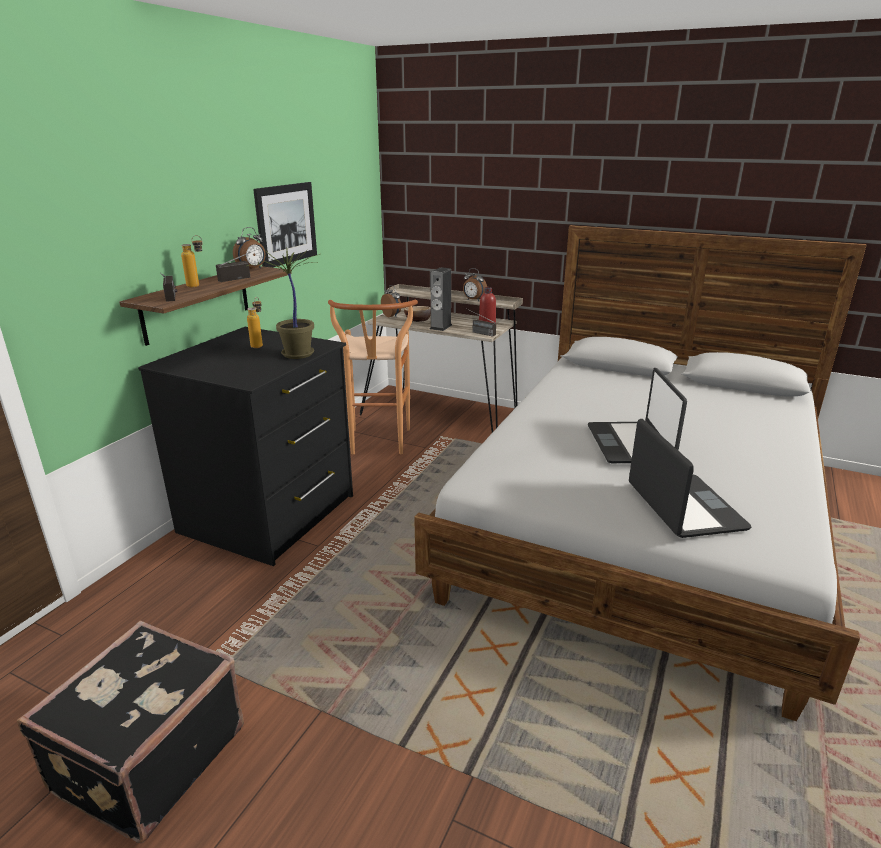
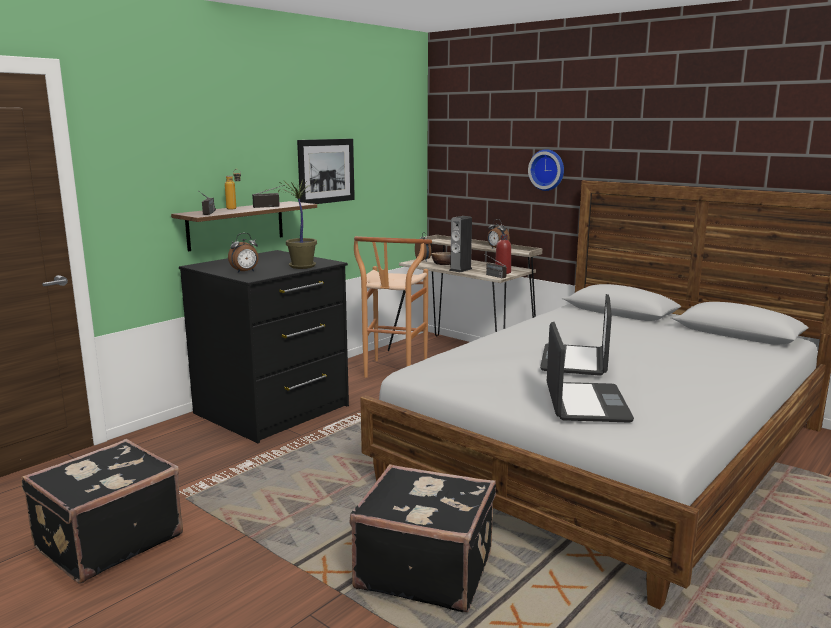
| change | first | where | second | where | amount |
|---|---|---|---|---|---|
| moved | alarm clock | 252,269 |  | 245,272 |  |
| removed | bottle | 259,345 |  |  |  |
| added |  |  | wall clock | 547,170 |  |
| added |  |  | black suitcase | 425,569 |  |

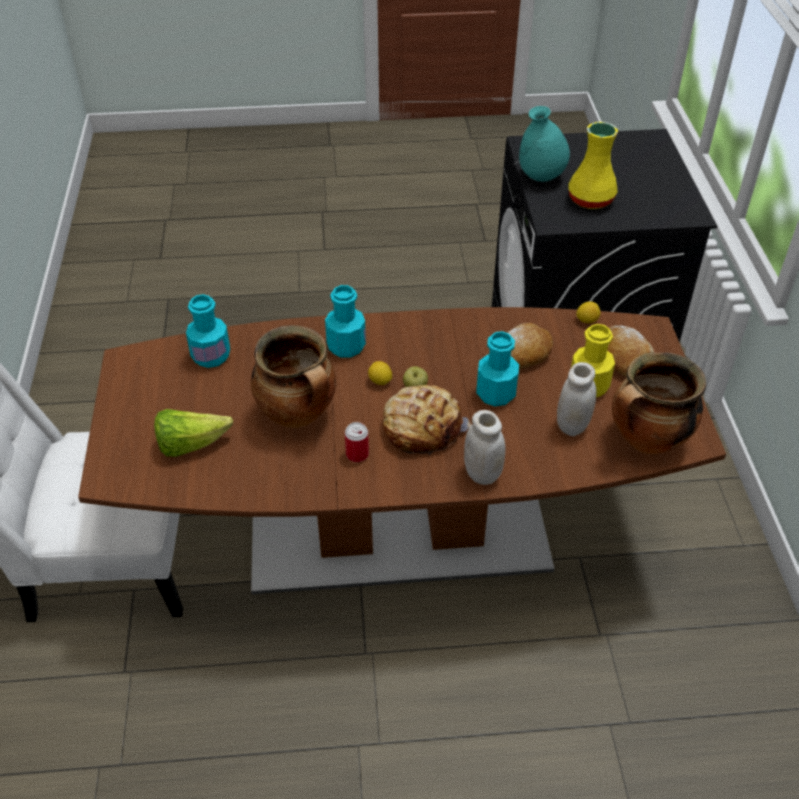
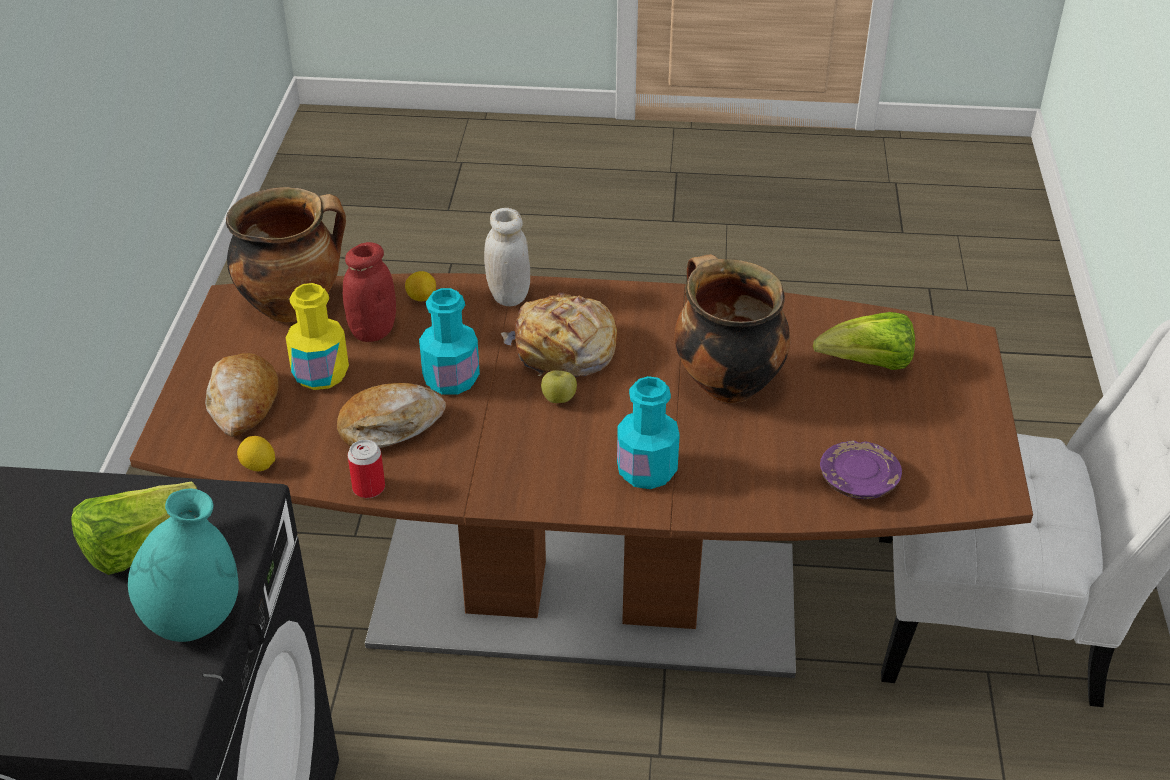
| change | first | where | second | where | amount |
|---|---|---|---|---|---|
| replaced | yellow vase | 591,199 | lettuce | 136,548 |  |
| replaced | turquoise bottle | 211,356 | purple plate | 858,481 |  |
| moved | lemon | 380,381 |  | 421,298 |  |
| recoloured | white jar | 572,426 | red jar | 373,331 |  |
| moved | can | 357,454 |  | 369,488 |  |

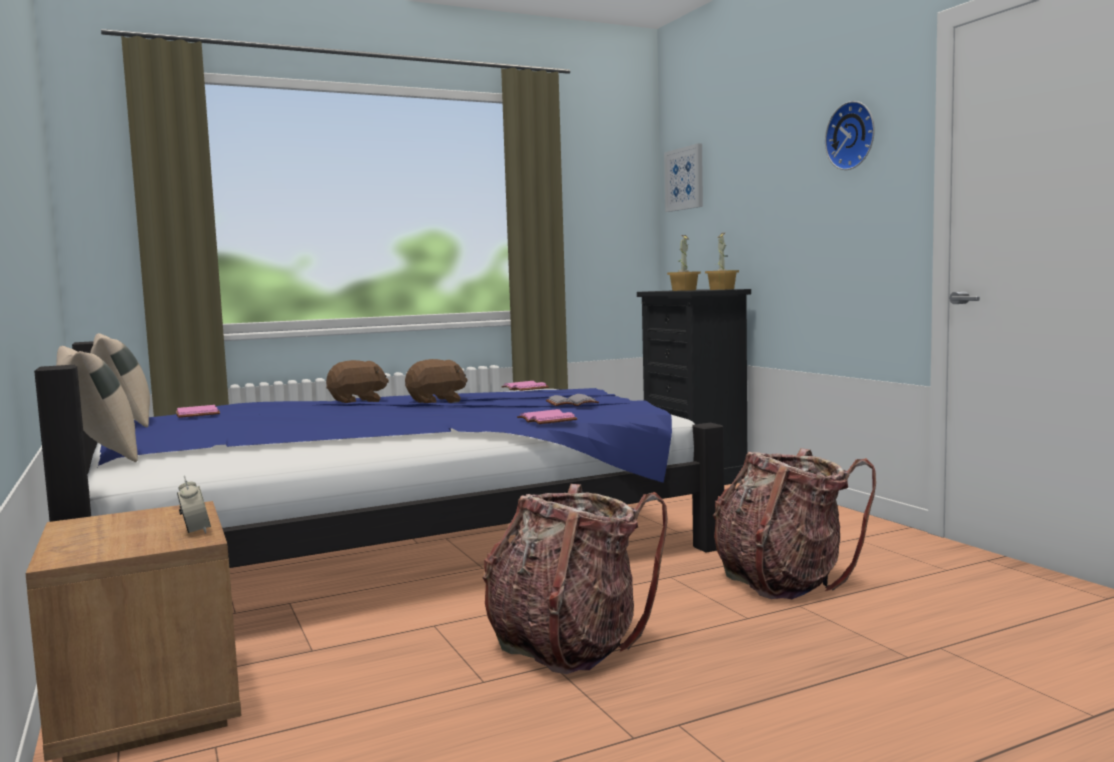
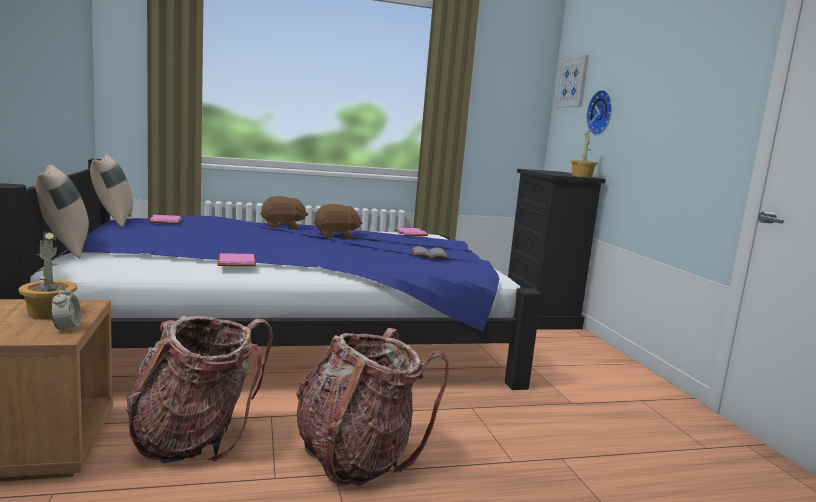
| change | first | where | second | where | amount |
|---|---|---|---|---|---|
| moved | wall clock | 853,136 |  | 602,113 |  |
| moved | potted plant | 683,290 |  | 49,313 |  |
| moved | pink book | 545,420 |  | 235,262 |  |
| moved | backpack | 783,581 |  | 196,439 |  |

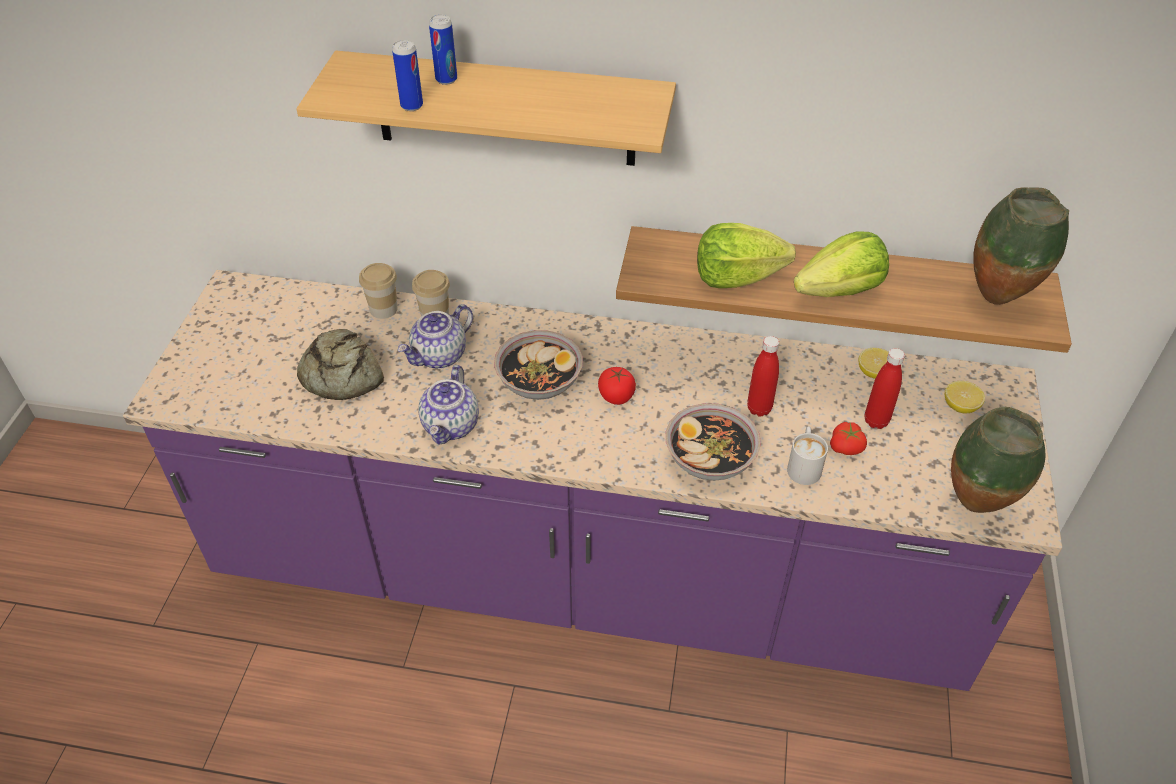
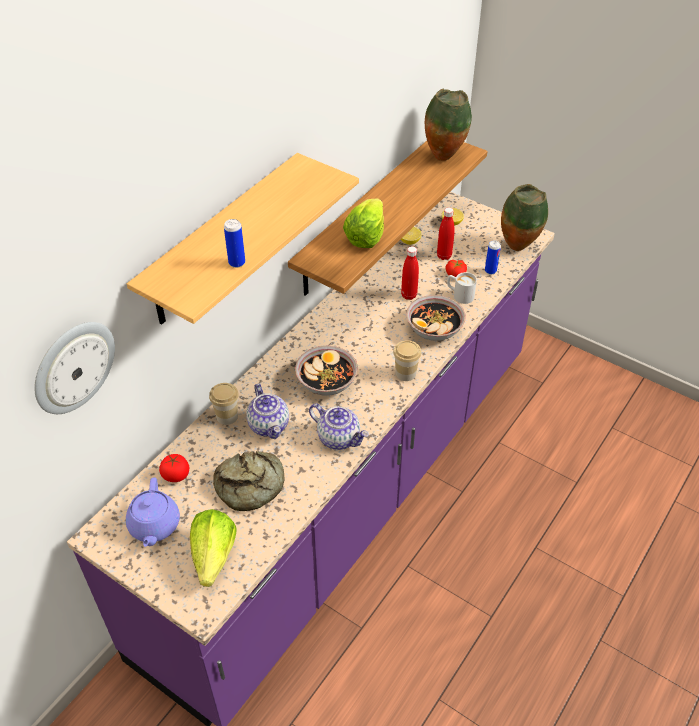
| change | first | where | second | where | amount |
|---|---|---|---|---|---|
| moved | can | 446,79 |  | 490,271 |  |
| moved | lettuce | 840,291 |  | 214,556 |  |
| moved | cup | 383,309 |  | 405,373 |  |
| moved | tomato | 616,396 |  | 176,475 |  |
| added |  |  | wall clock | 73,366 |  |
| added |  |  | purple teapot | 154,526 |  |

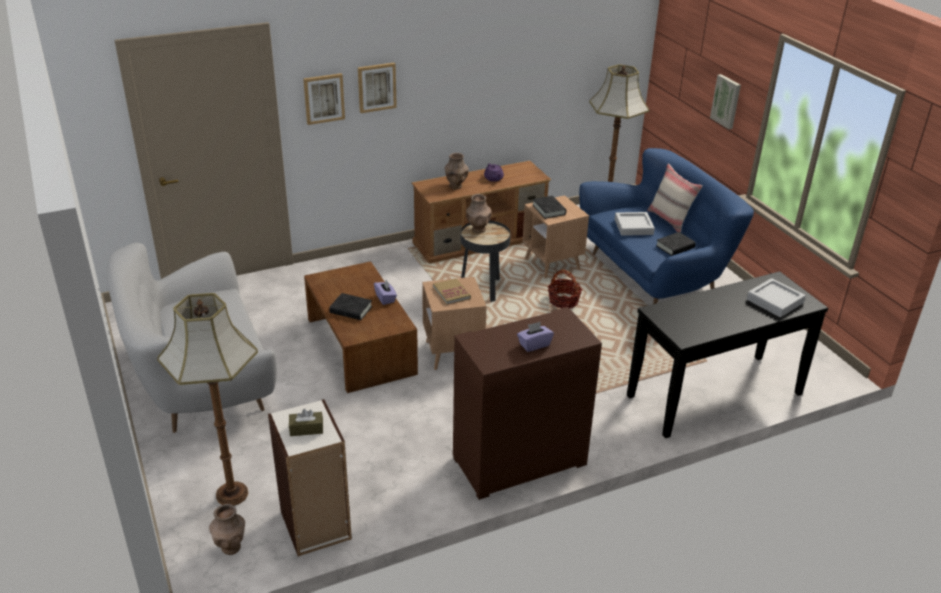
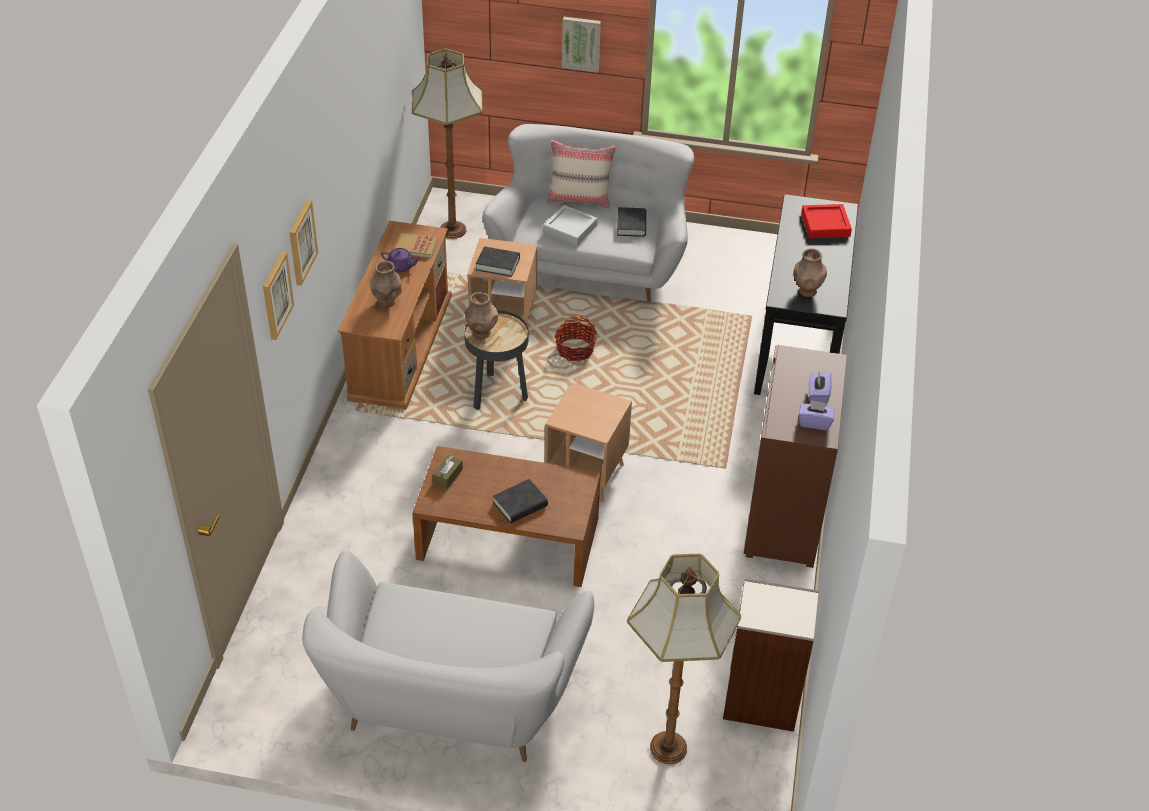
| change | first | where | second | where | amount |
|---|---|---|---|---|---|
| recoloured | blue sofa | 655,273 | white sofa | 591,263 |  |
| moved | book | 451,293 |  | 416,247 |  |
| recoloured | grey tray | 775,301 | red tray | 825,225 |  |
| moved | purple tissue box | 385,298 |  | 814,423 |  |
| moved | brown tissue box | 306,429 |  | 447,476 |  |
| moved | brown vase | 231,547 |  | 807,291 |  |

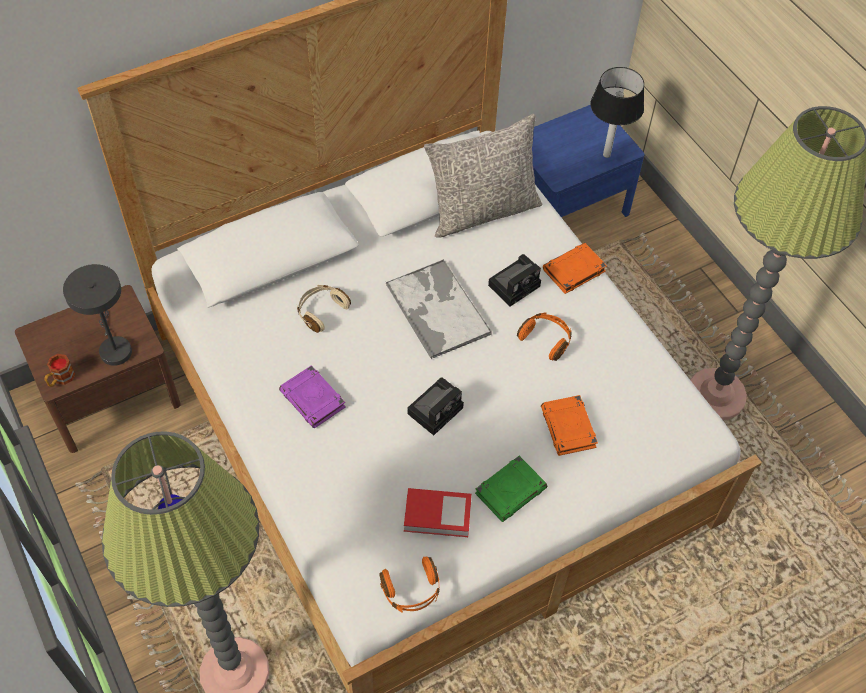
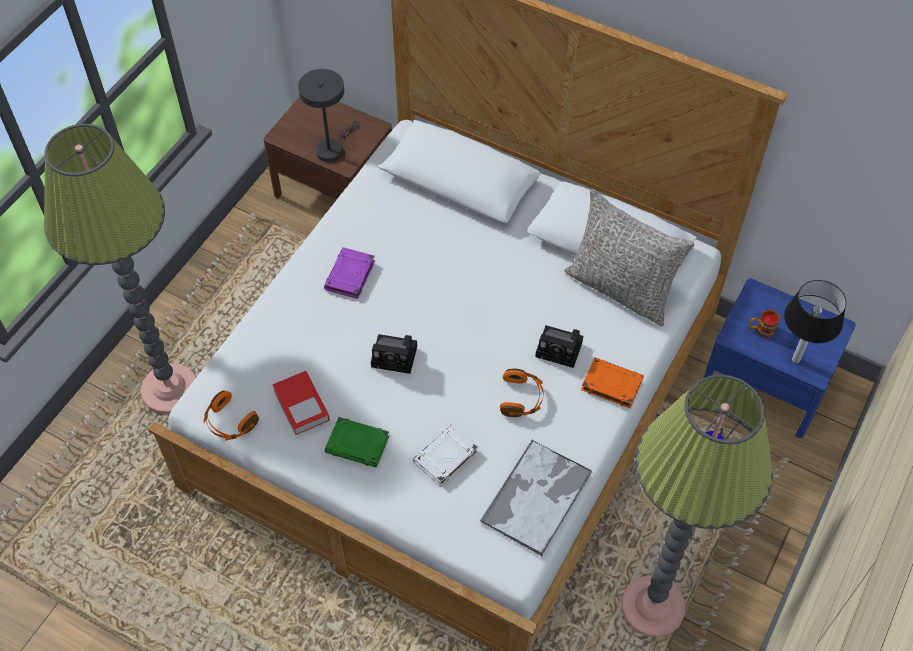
| change | first | where | second | where | amount |
|---|---|---|---|---|---|
| moved | tray | 437,308 |  | 537,496 |  |
| removed | beige headphones | 321,311 |  |  |  |
| moved | mug | 60,379 |  | 761,329 |  |
| recoloured | orange book | 568,428 | white book | 445,457 |  |

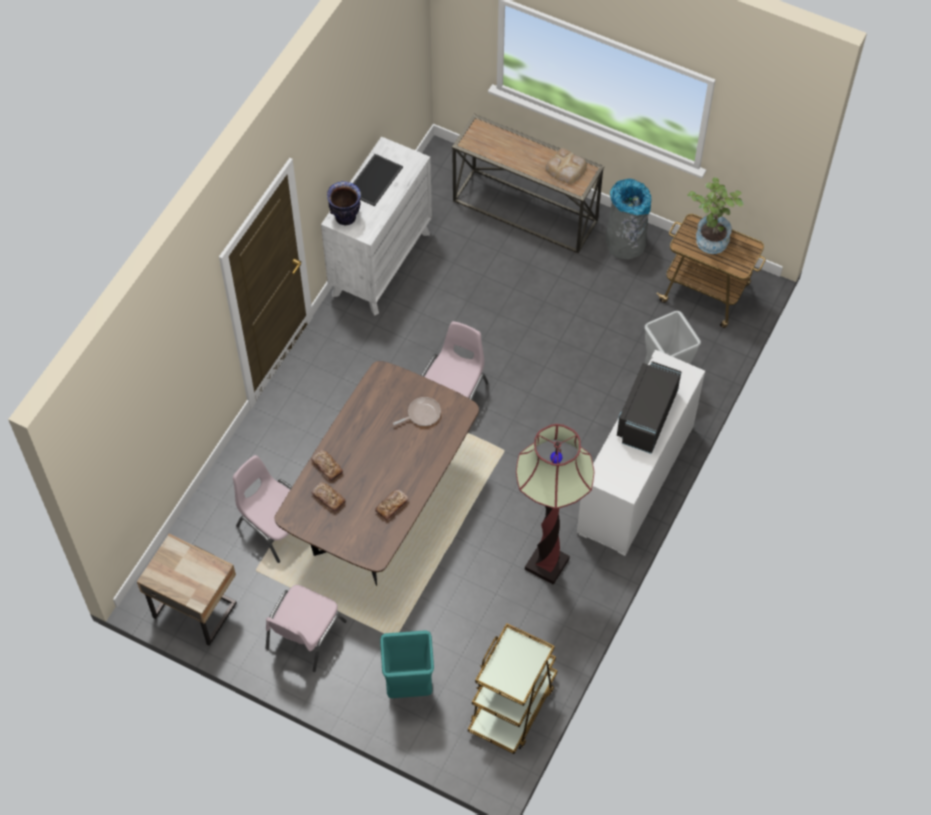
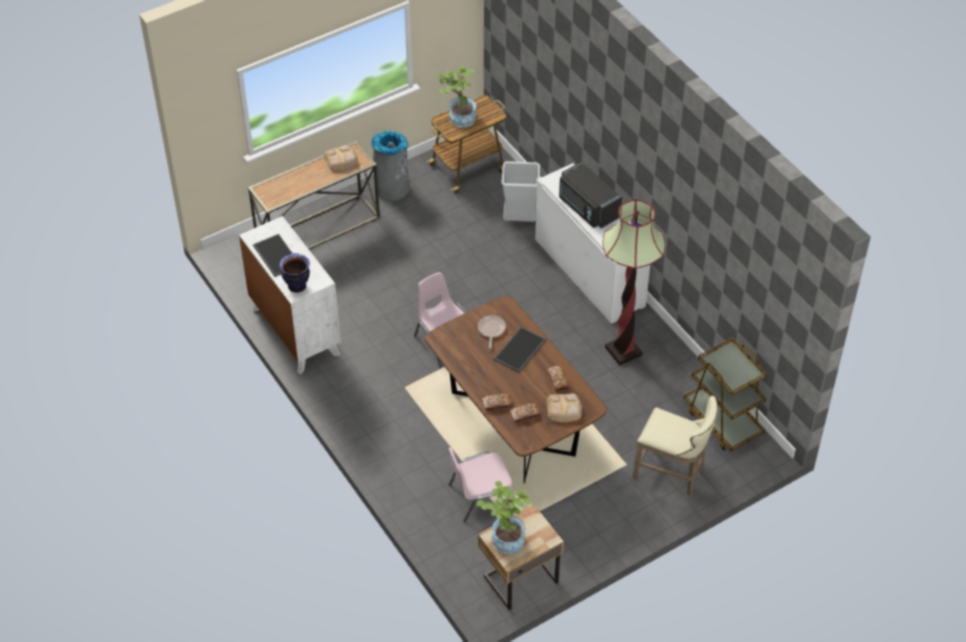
| change | first | where | second | where | amount |
|---|---|---|---|---|---|
| removed | pink chair | 304,635 |  |  |  |
| replaced | turquoise trash can | 408,688 | beige stool | 672,474 |  |
| added |  |  | tray | 520,350 |  |
| added |  |  | bread | 564,409 |  |
| added |  |  | potted plant | 505,537 |  |

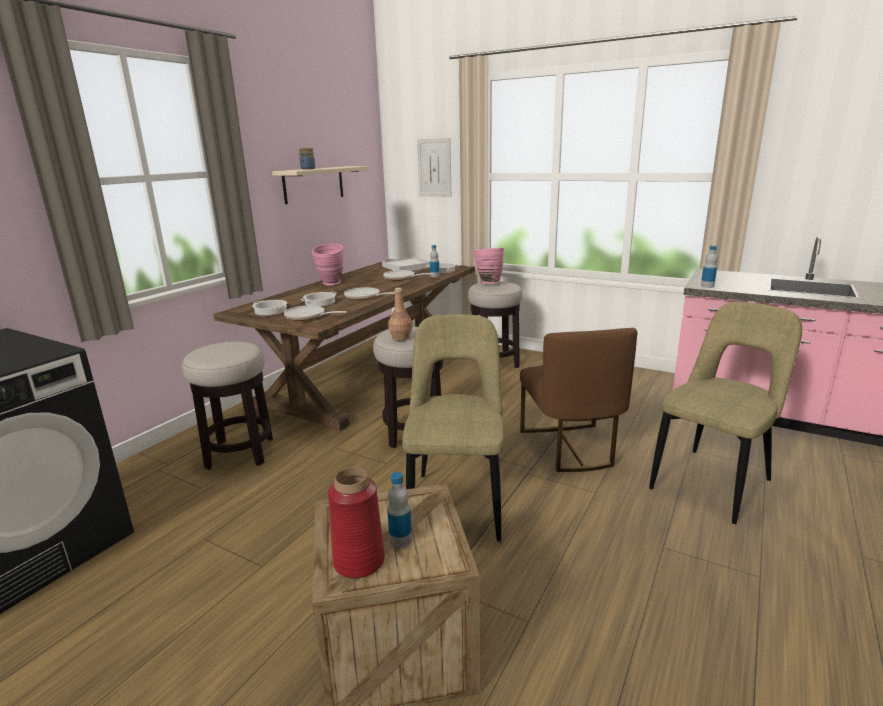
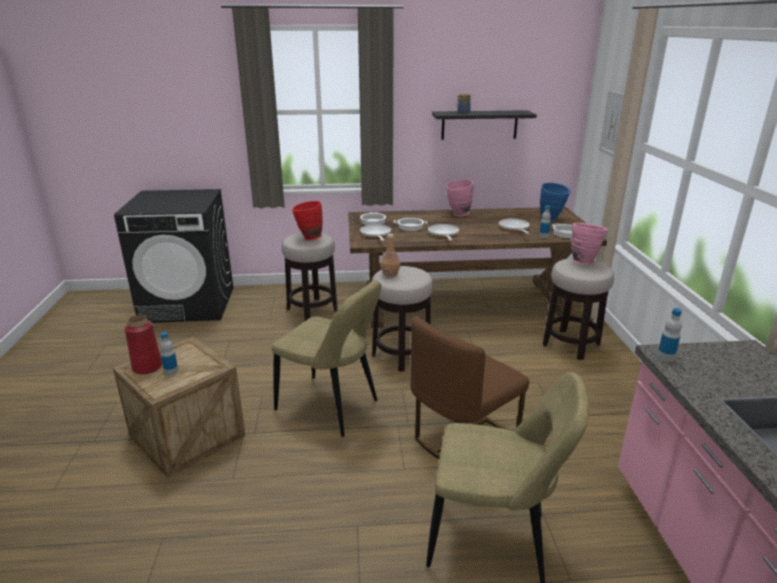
| change | first | where | second | where | amount |
|---|---|---|---|---|---|
| recoloured | beige shelf | 314,184 | black shelf | 479,125 |  |
| replaced | white tray | 406,267 | blue vase | 551,219 |  |
| turned | beige chair | 457,502 |  | 331,407 | 60 degrees clockwise |
| added |  |  | red vase | 308,238 |  |

